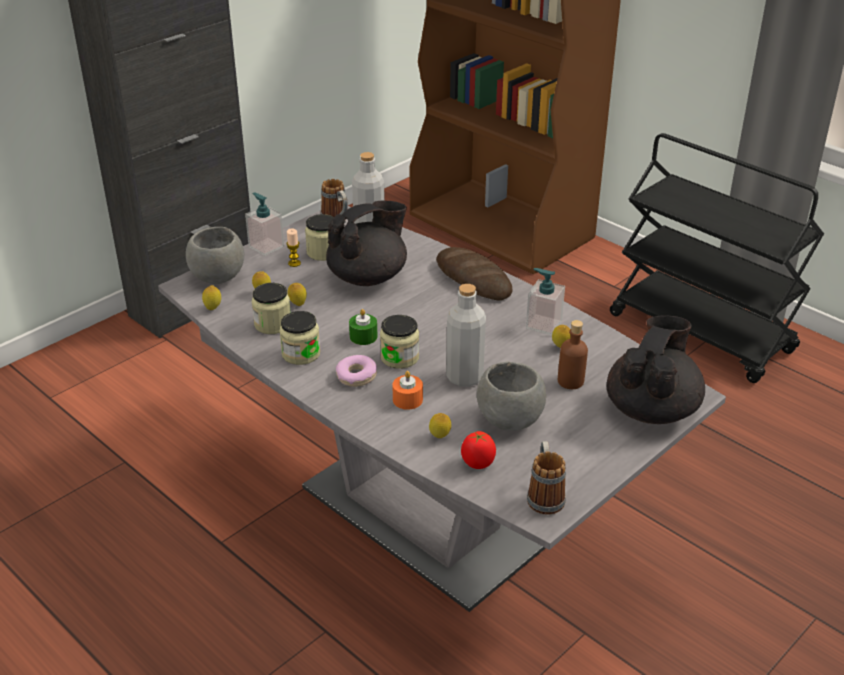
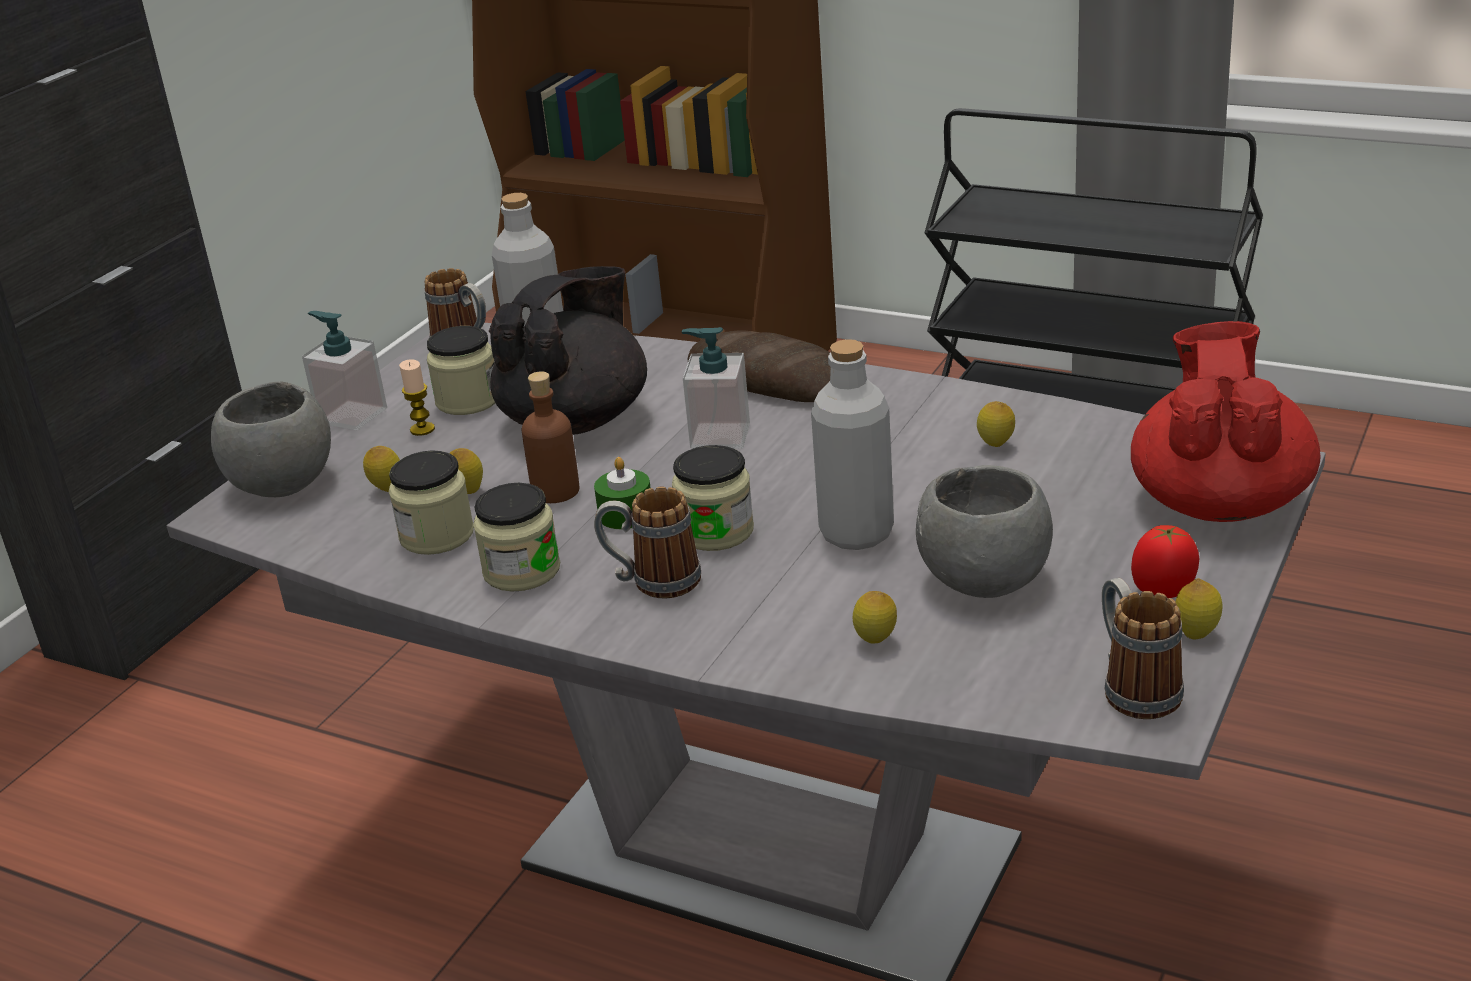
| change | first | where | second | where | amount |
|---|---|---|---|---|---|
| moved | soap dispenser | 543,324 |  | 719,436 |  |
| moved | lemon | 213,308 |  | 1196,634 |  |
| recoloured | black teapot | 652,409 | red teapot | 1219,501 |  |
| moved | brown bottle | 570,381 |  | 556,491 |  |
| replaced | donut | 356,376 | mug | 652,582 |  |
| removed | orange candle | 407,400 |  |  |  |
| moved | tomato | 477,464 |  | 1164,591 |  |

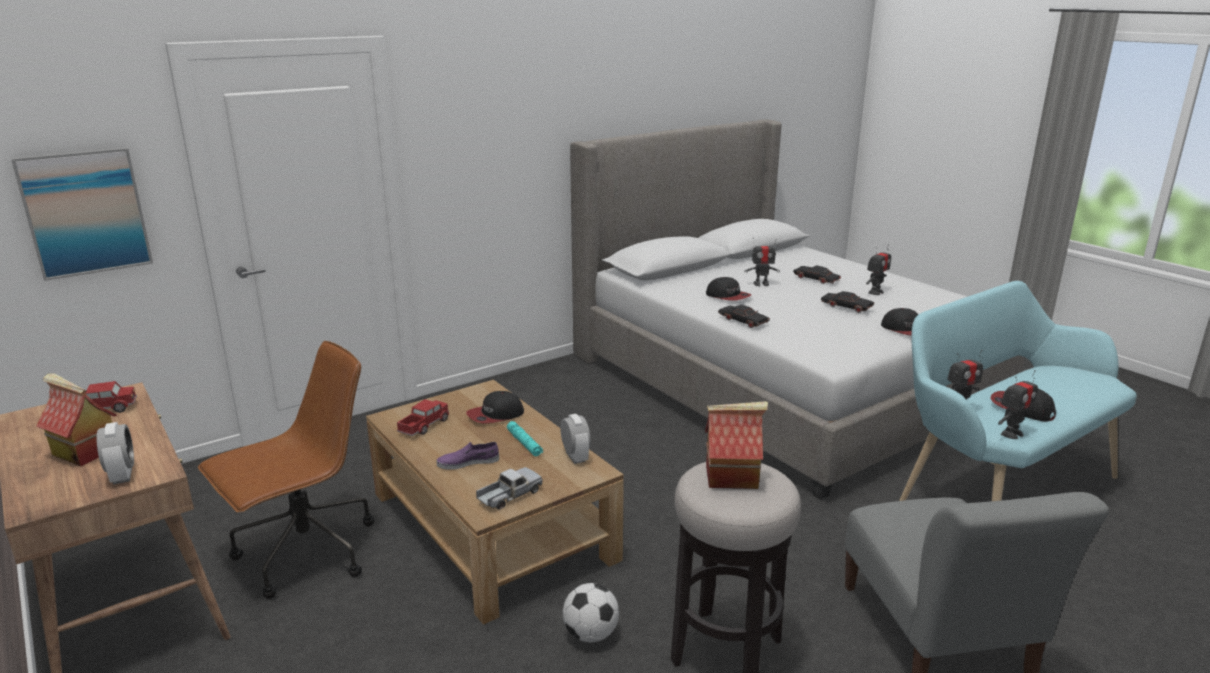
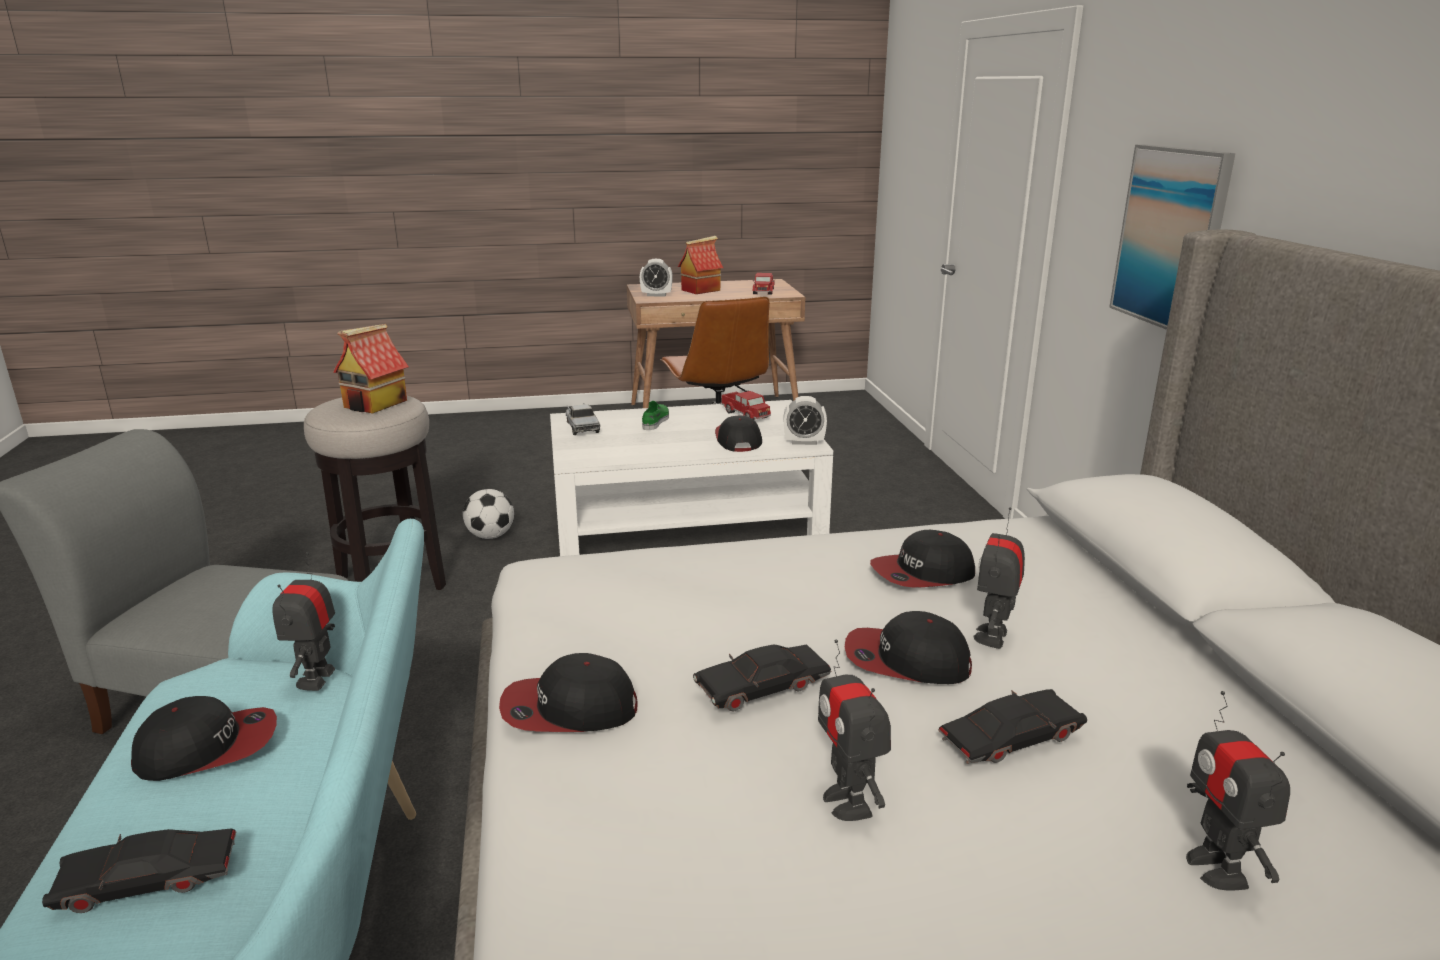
| change | first | where | second | where | amount |
|---|---|---|---|---|---|
| moved | picture | 85,212 |  | 1171,237 |  |
| moved | black toy car | 743,321 |  | 148,881 |  |
| moved | toy robot | 1011,434 |  | 1217,868 |  |
| recoloured | brown coffee table | 491,525 | white coffee table | 686,523 |  |
| moved | alarm clock | 575,457 |  | 804,442 |  |
| removed | turquoise flashlight | 524,443 |  |  |  |
| recoloured | purple shoe | 468,462 | green shoe | 656,421 |  |
| added |  |  | cap | 906,661 |  |

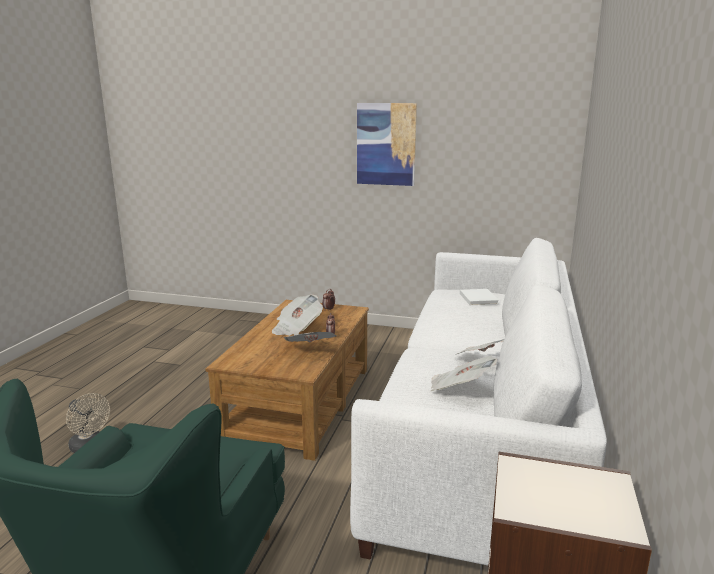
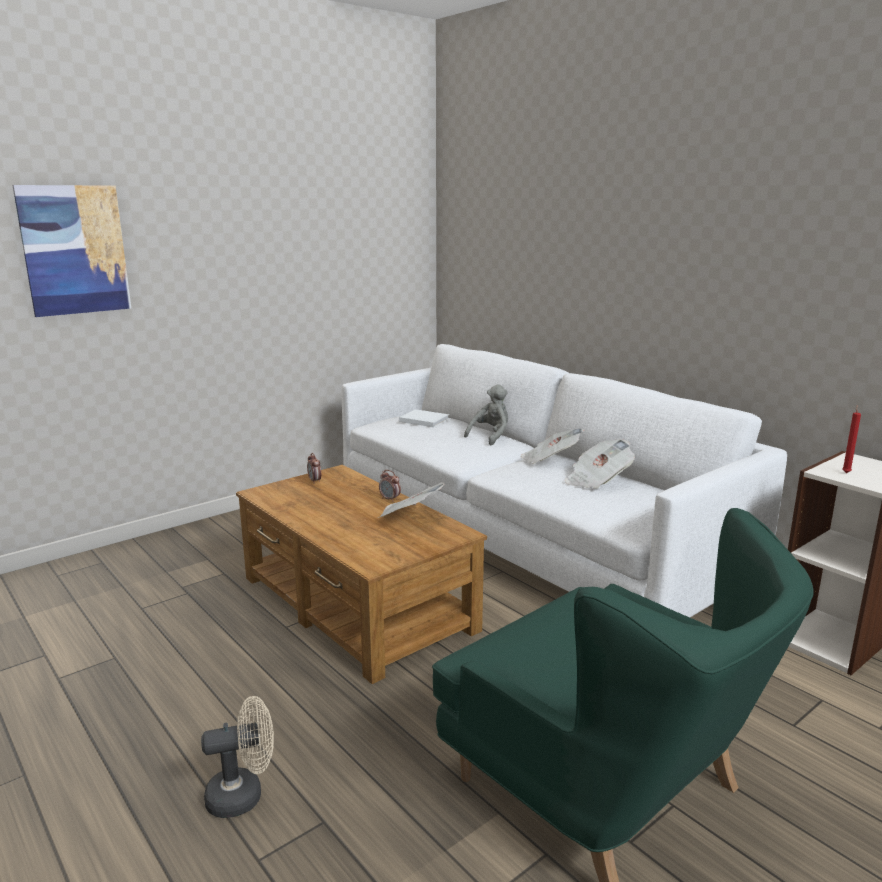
| change | first | where | second | where | amount |
|---|---|---|---|---|---|
| moved | picture | 386,144 |  | 74,250 |  |
| removed | newspaper | 296,328 |  |  |  |
| added |  |  | grey plush toy | 490,436 |  |
| added |  |  | red candle | 846,472 |  |

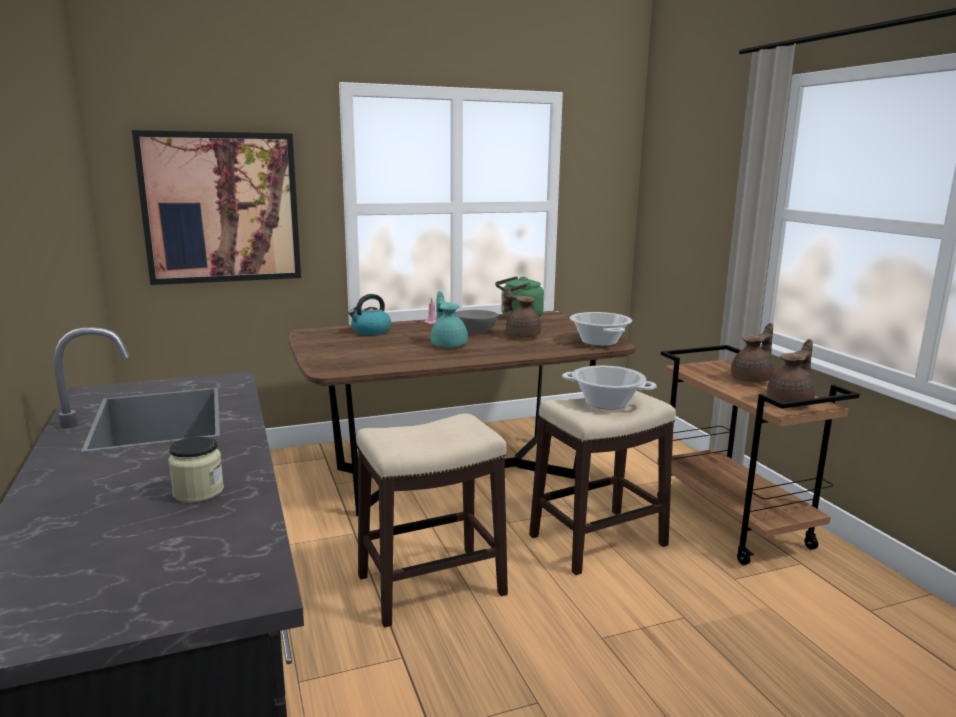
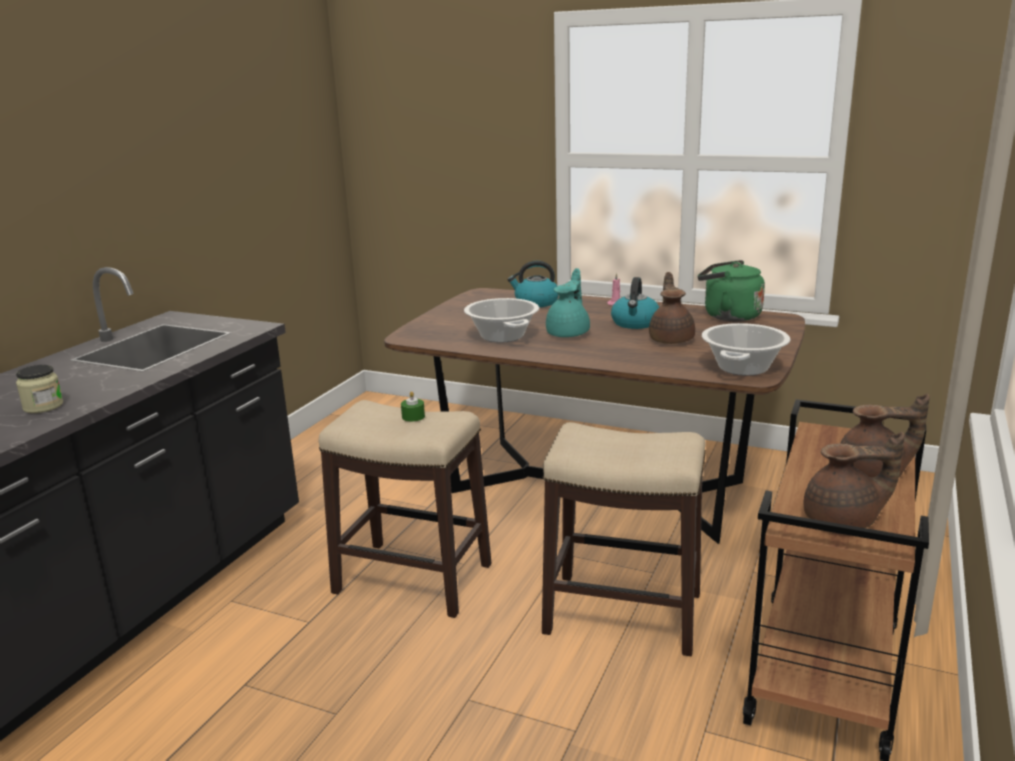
| change | first | where | second | where | amount |
|---|---|---|---|---|---|
| removed | picture | 221,208 |  |  |  |
| replaced | grey bowl | 475,331 | kettle | 635,323 |  |
| moved | cooking pot | 606,403 |  | 502,336 |  |
| added |  |  | green candle | 413,417 |  |

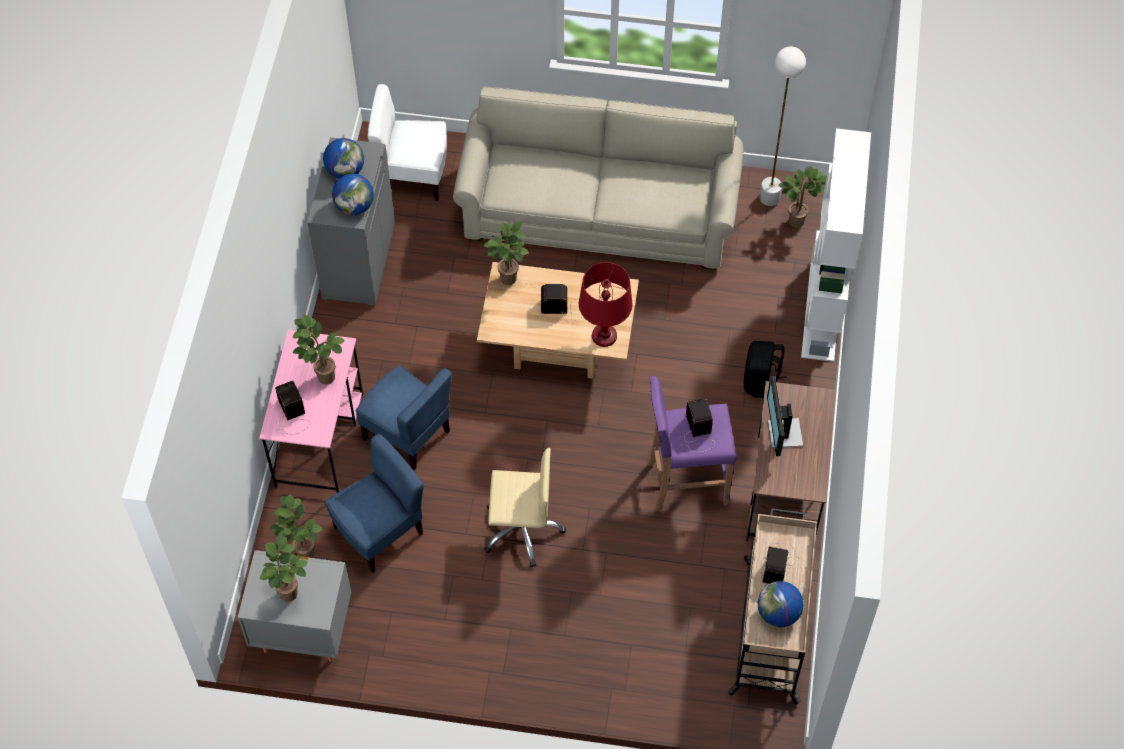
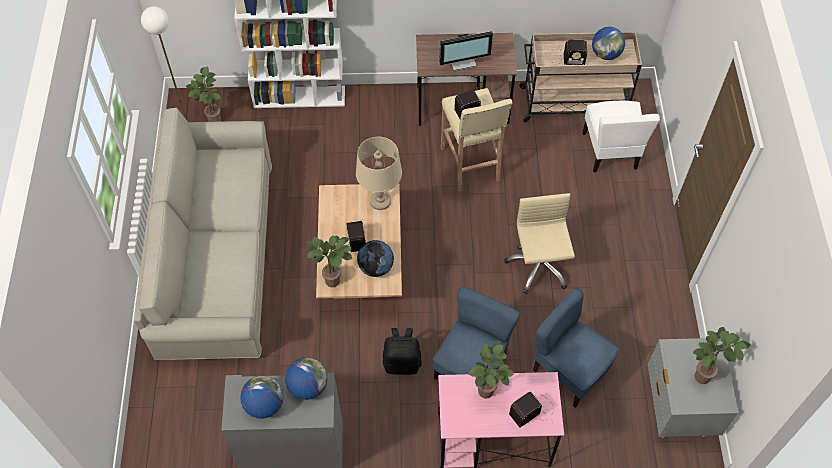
| change | first | where | second | where | amount |
|---|---|---|---|---|---|
| moved | white chair | 412,175 |  | 610,151 |  |
| recoloured | red table lamp | 604,336 | beige table lamp | 380,201 |  |
| moved | black backpack | 761,382 |  | 402,362 |  |
| recoloured | purple stool | 685,483 | beige stool | 470,165 |  |
| removed | potted plant | 302,553 |  |  |  |
| added |  |  | globe | 376,267 |  |

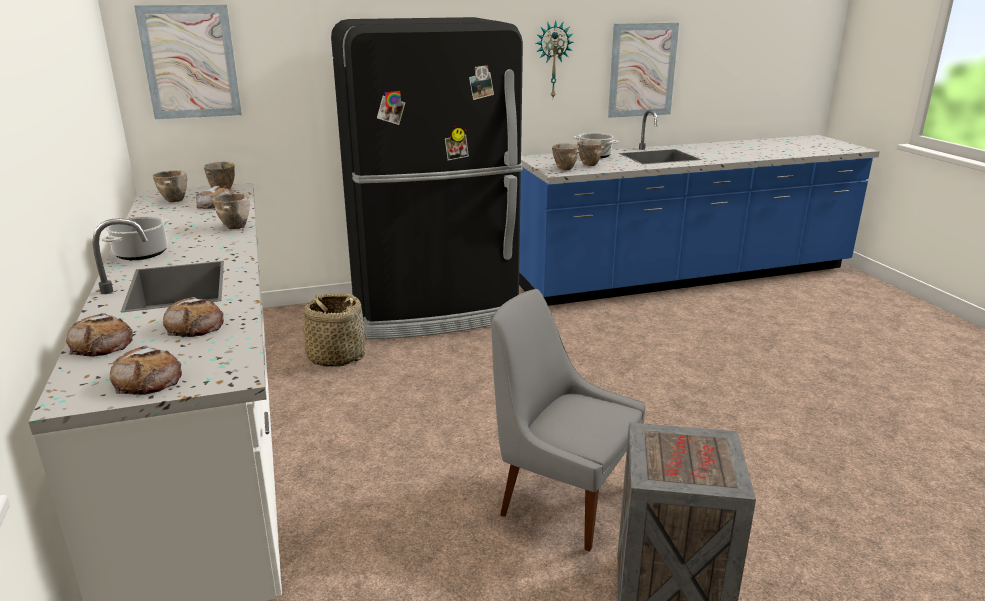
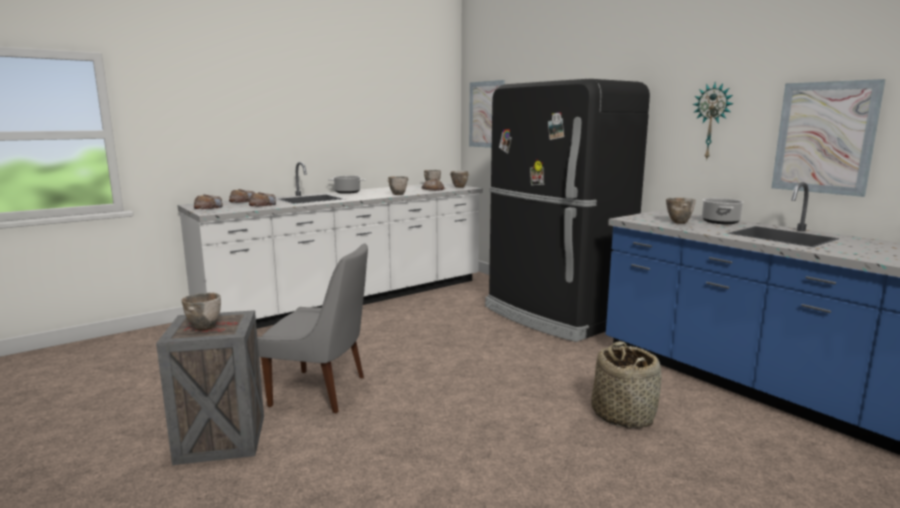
| change | first | where | second | where | amount |
|---|---|---|---|---|---|
| moved | bowl | 564,169 |  | 205,327 |  |
| turned | grey chair | 562,499 |  | 322,391 | 90 degrees clockwise |
| moved | basket | 336,356 |  | 623,415 |  |

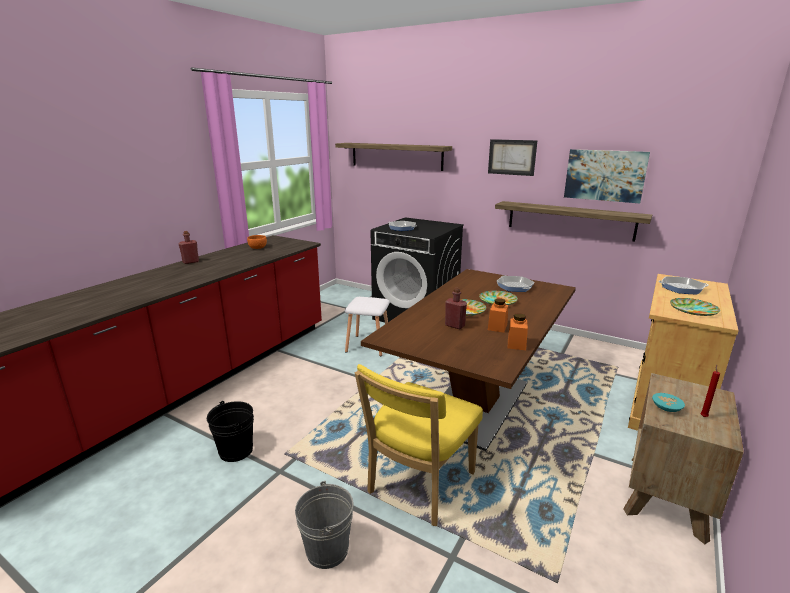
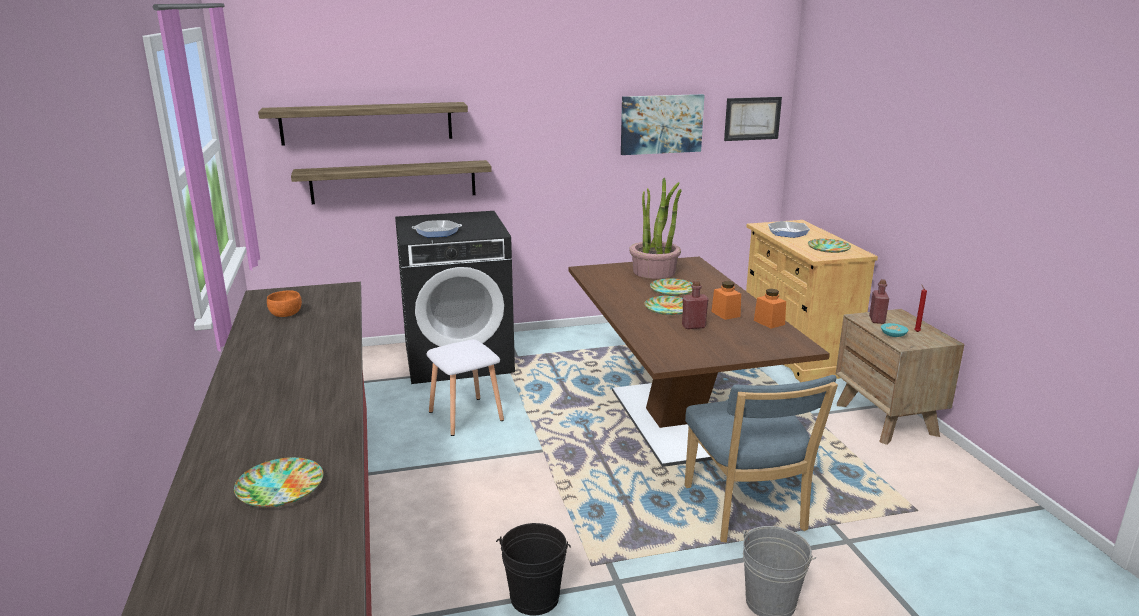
| change | first | where | second | where | amount |
|---|---|---|---|---|---|
| moved | picture | 512,157 |  | 752,118 |  |
| moved | shelf | 570,220 |  | 394,182 |  |
| moved | red bottle | 190,262 |  | 877,320 |  |
| replaced | frying pan | 514,287 | potted plant | 654,272 |  |
| recoloured | yellow chair | 418,486 | blue chair | 746,512 |  |
| added |  |  | plate | 279,488 |  |

